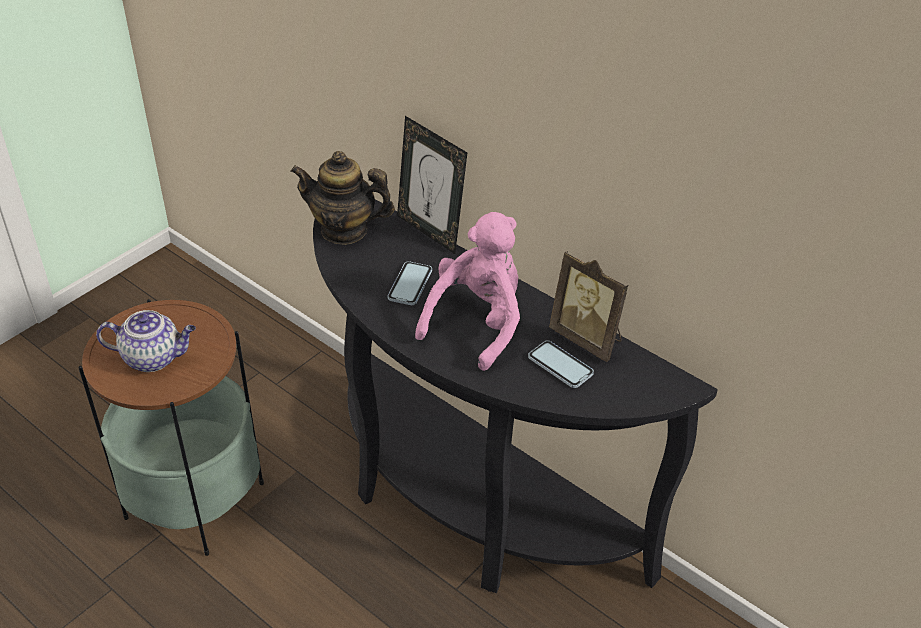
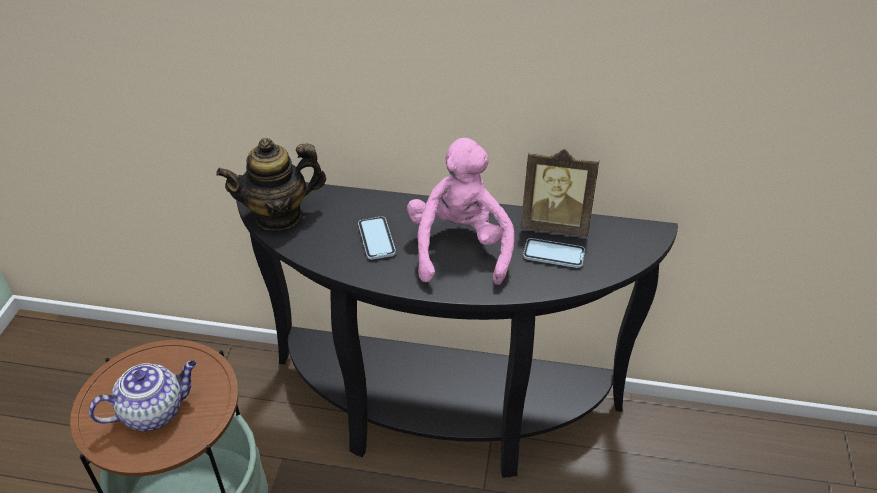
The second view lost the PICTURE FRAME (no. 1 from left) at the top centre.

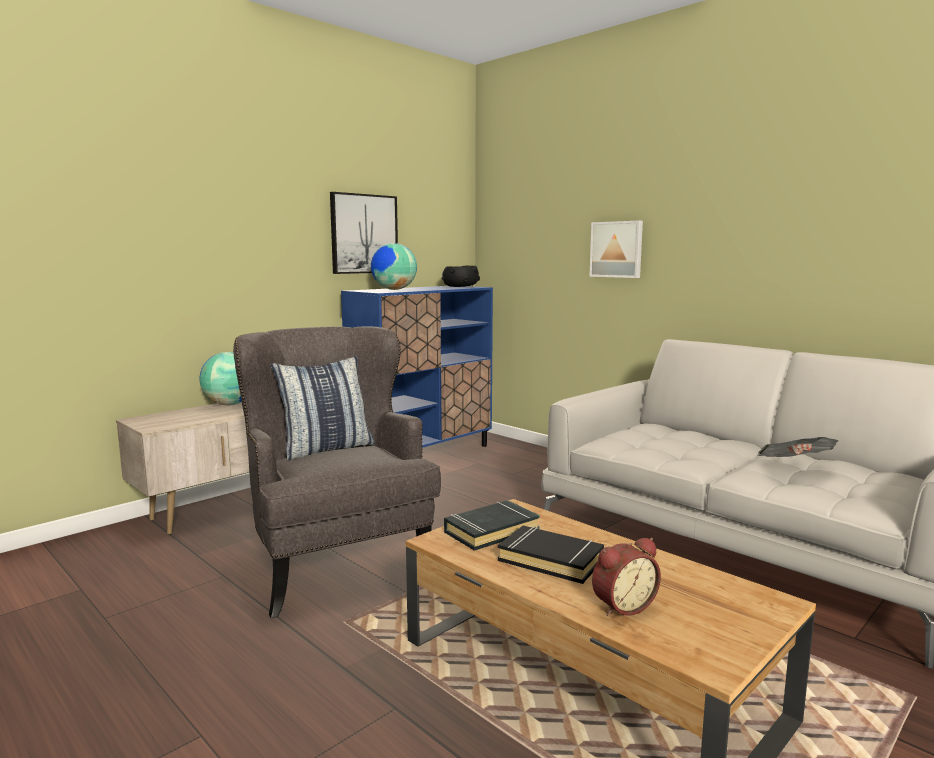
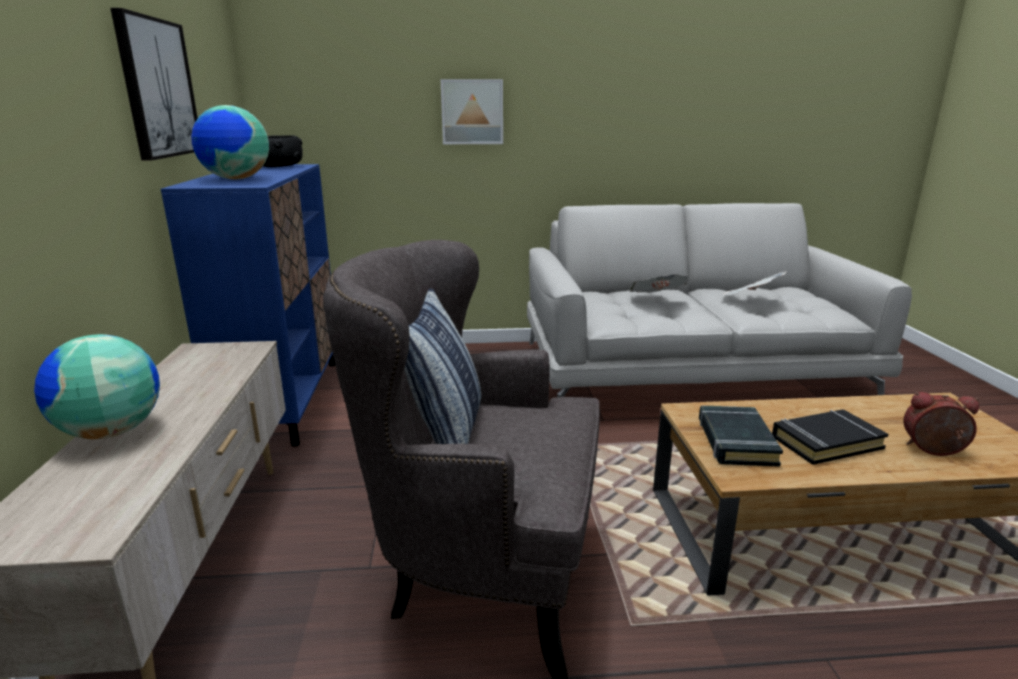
The second view gained the PRINTED PAPER (no. 1 from left) at the centre. The ALARM CLOCK at the bottom right ended up facing another way, 90 degrees counterclockwise from before.

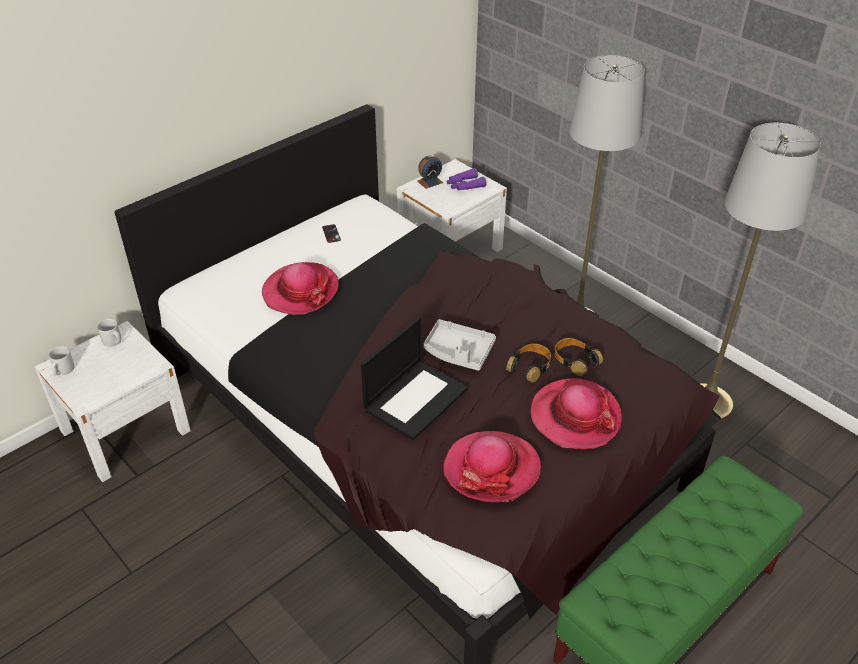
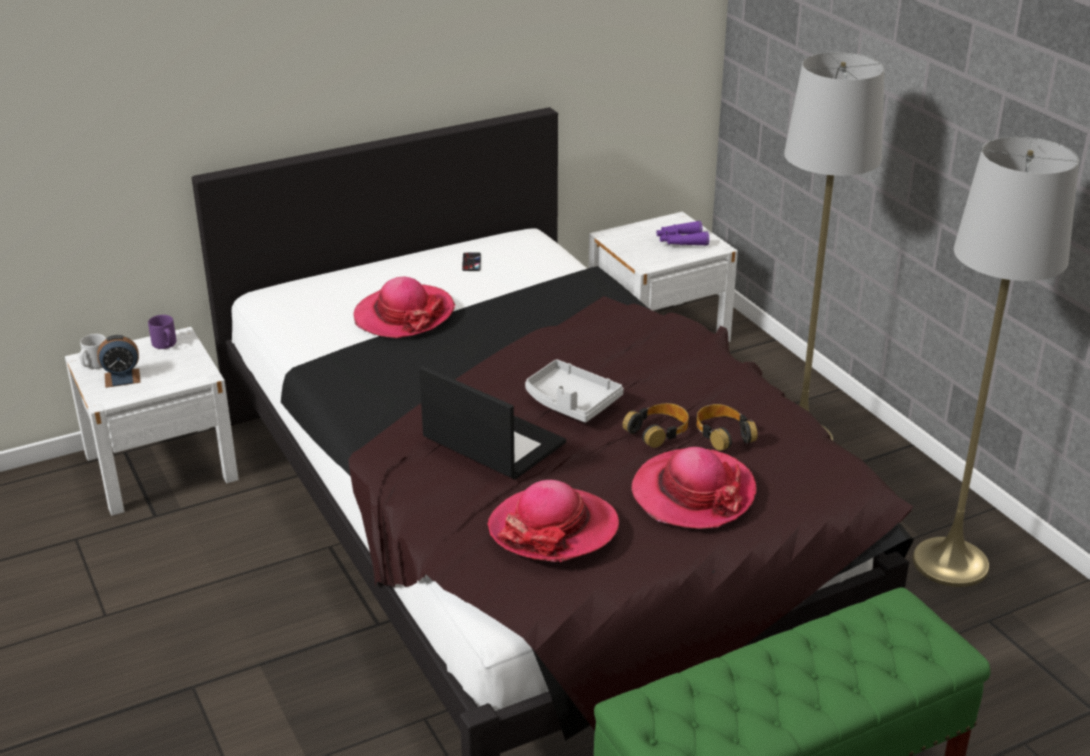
The ALARM CLOCK ended up elsewhere, having gone from the top centre to the middle left. What was the GREYISH MUG (no. 2 from left) at the middle left turned into the PURPLE-COLOURED MUG at the middle left. The LAPTOP at the centre ended up facing another way, 105 degrees counterclockwise from before.

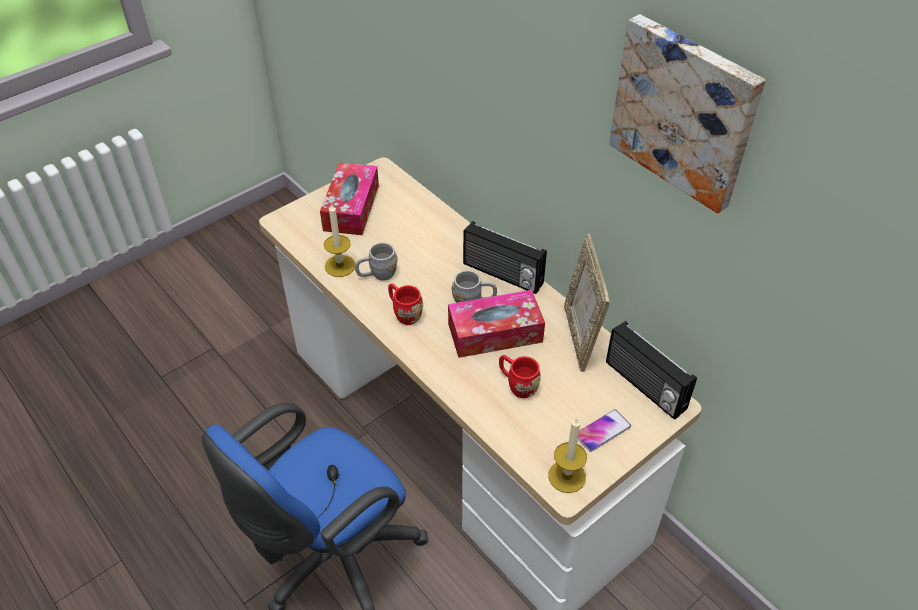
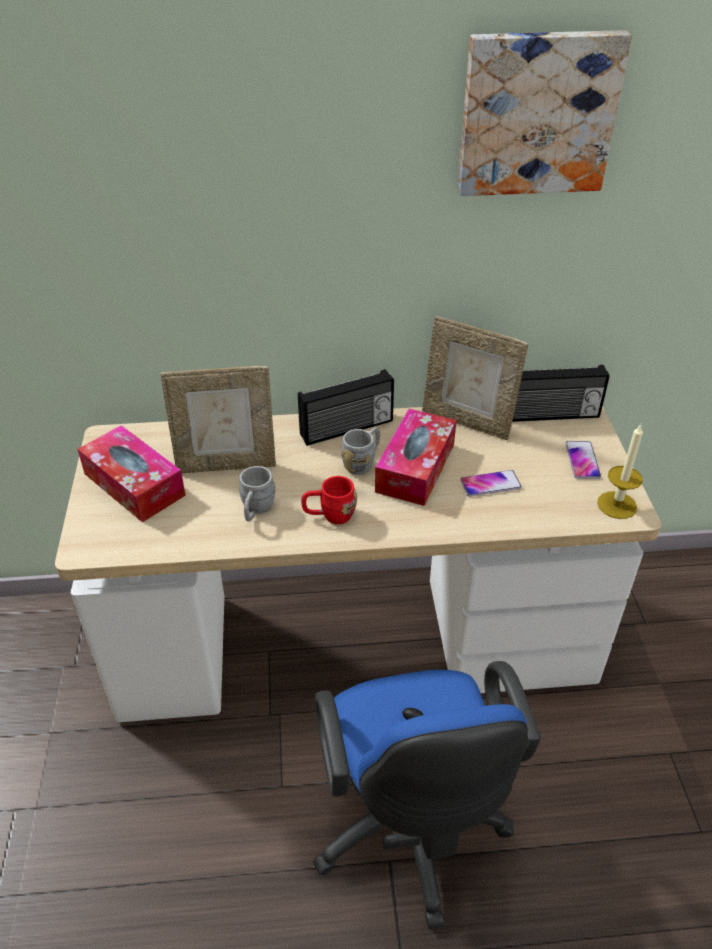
The second view gained the PICTURE FRAME (no. 1 from left) at the middle left. Where the RED MUG (no. 2 from left) stood at the centre, the PHONE (no. 1 from left) came to stand at the middle right. The second view lost the WAX CANDLE (no. 1 from left) at the centre.

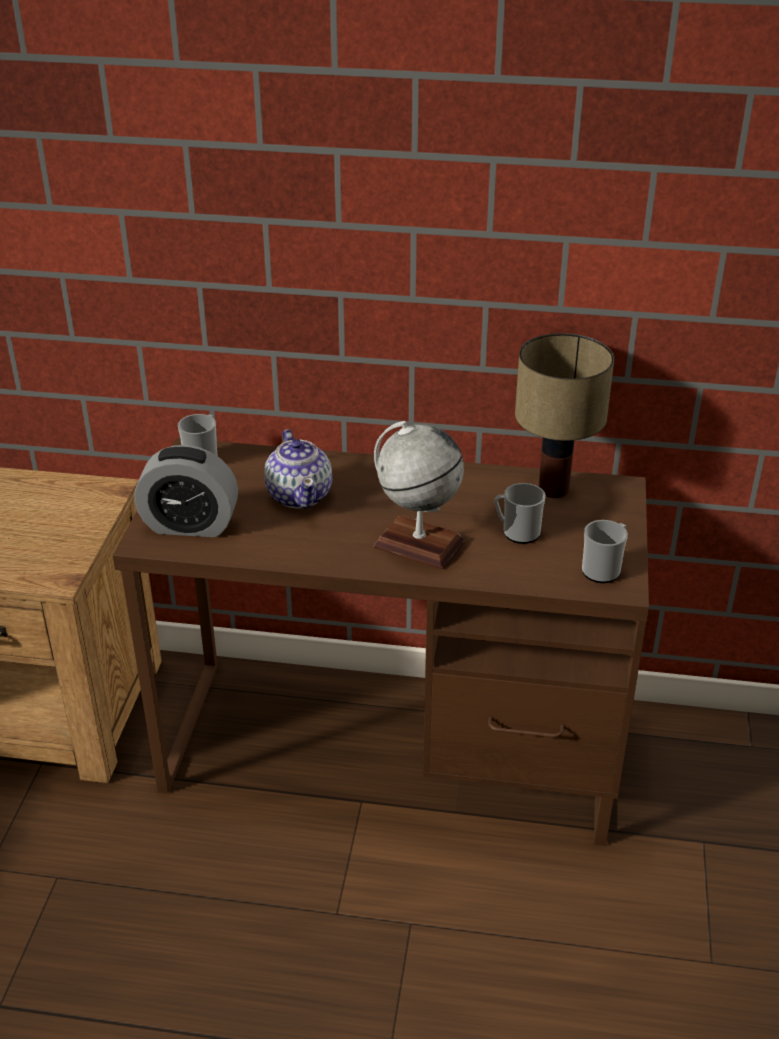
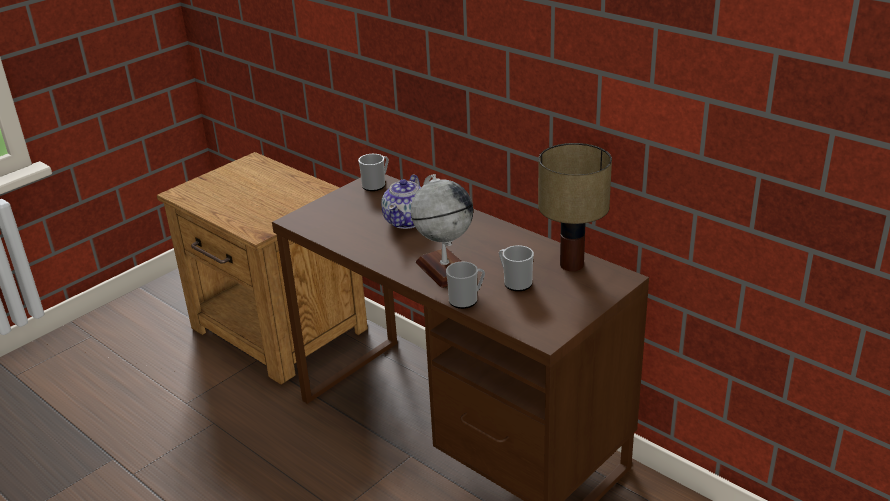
The MUG (no. 3 from left in the first image) ended up elsewhere, having gone from the middle right to the centre. The second view lost the ALARM CLOCK at the middle left.

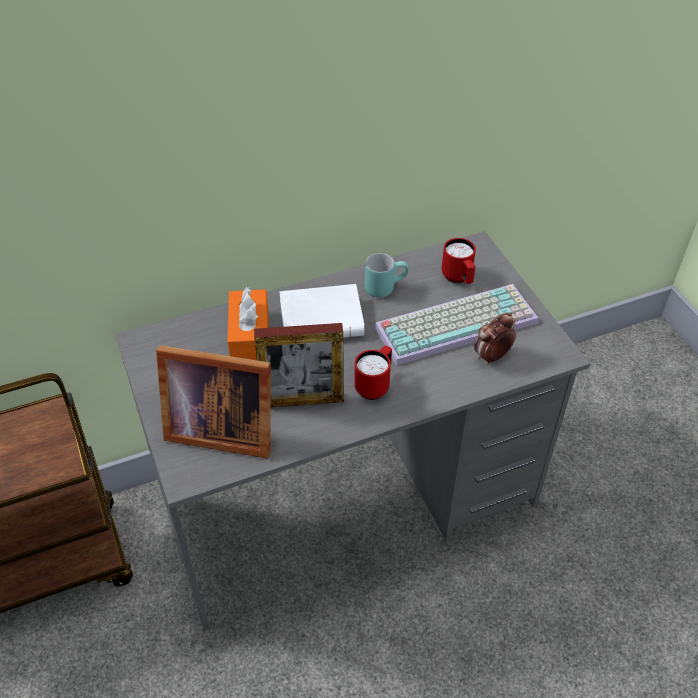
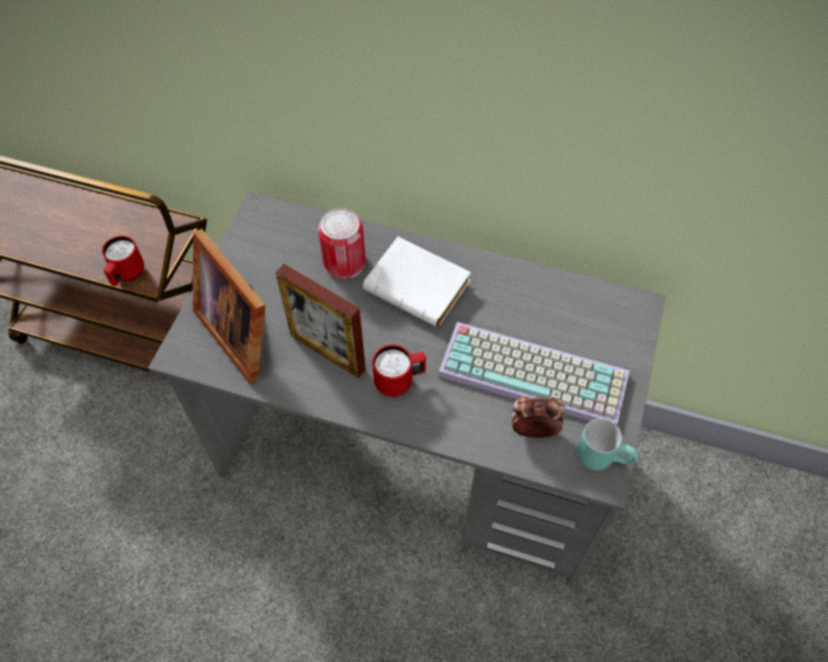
The RED MUG (no. 2 from left in the first image) ended up elsewhere, having gone from the centre to the middle left. Where the ORANGEY TISSUE HOLDER stood at the centre, the CAN came to stand at the centre. The BLUE-GREEN MUG ended up elsewhere, having gone from the centre to the bottom right.

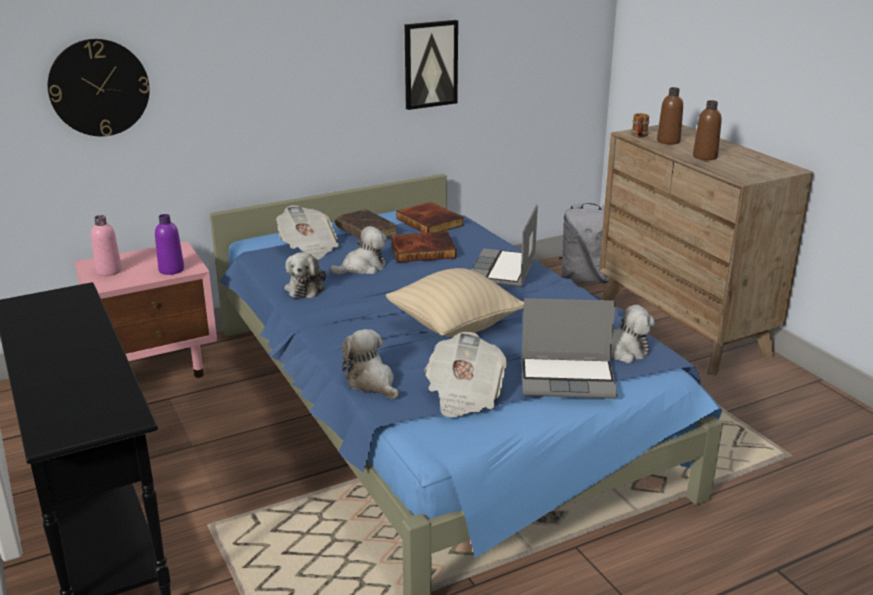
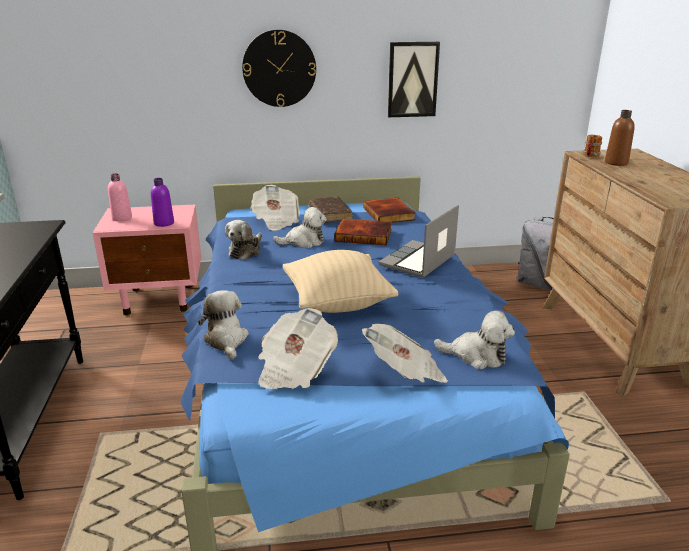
The HANGING CLOCK ended up elsewhere, having gone from the top left to the top centre. Where the LAPTOP (no. 2 from left) stood at the centre, the PRINTED PAPER (no. 3 from left) came to stand at the centre. The second view lost the BROWN-COLOURED DRINK BOTTLE (no. 2 from left) at the top right.

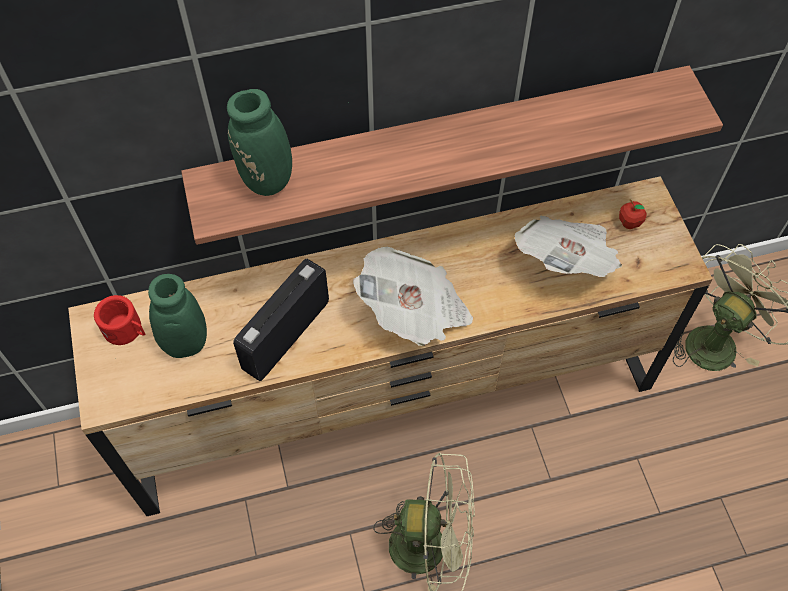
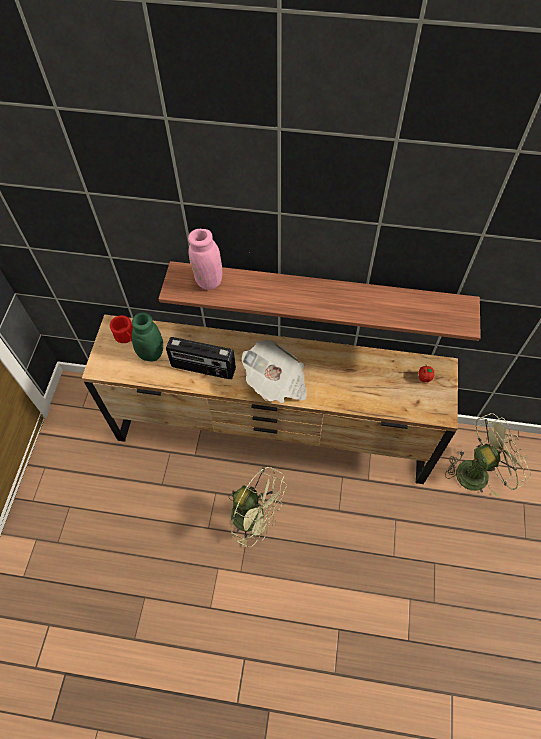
The RADIO RECEIVER at the centre ended up facing another way, 135 degrees counterclockwise from before. What was the GREENISH DECORATIVE VASE (no. 2 from left) at the top centre turned into the PINK-COLOURED DECORATIVE VASE at the centre. The second view lost the PRINTED PAPER (no. 2 from left) at the middle right.

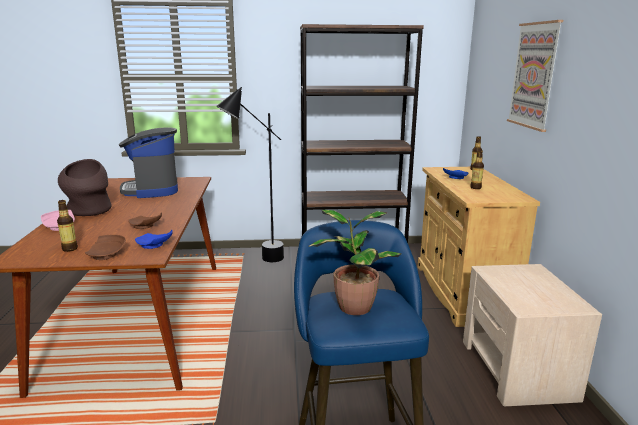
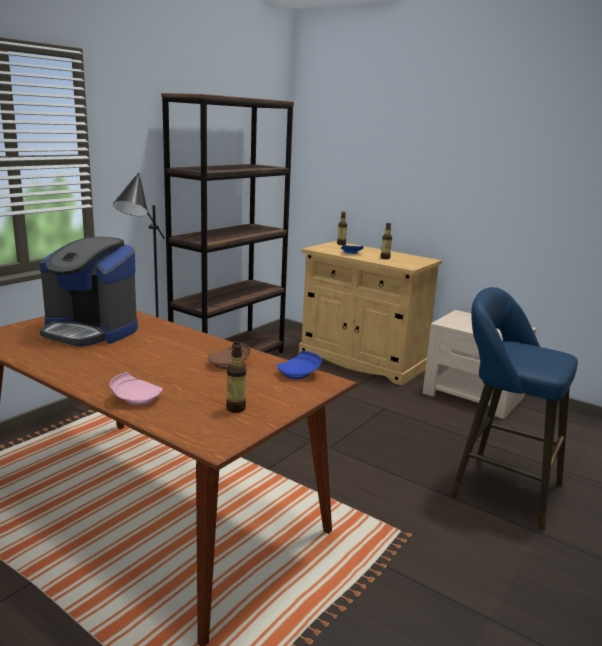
The second view lost the BROWN-COLOURED DECORATIVE VASE at the middle left. The second view lost the BROWN-COLOURED FLAT DISH (no. 1 from left) at the middle left. The second view lost the POTTED PLANT at the centre. The second view lost the WALL PICTURE at the top right.

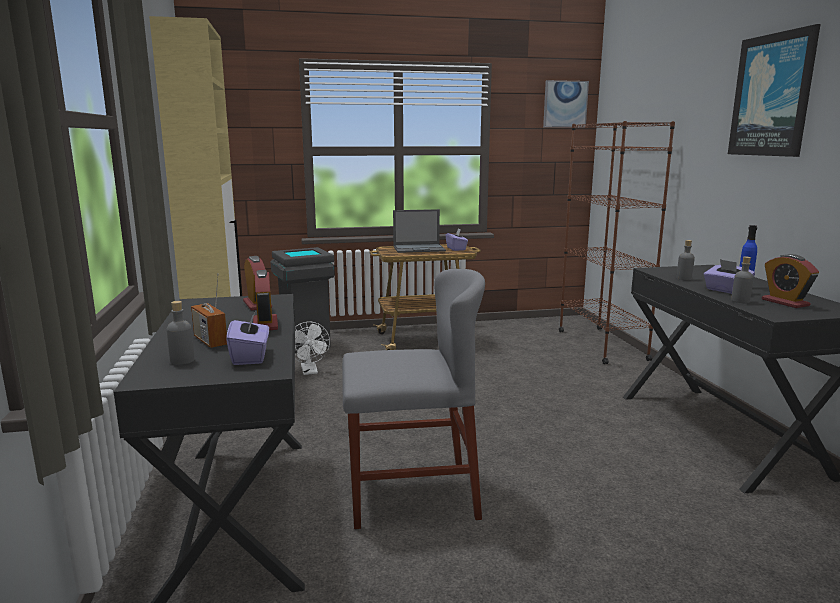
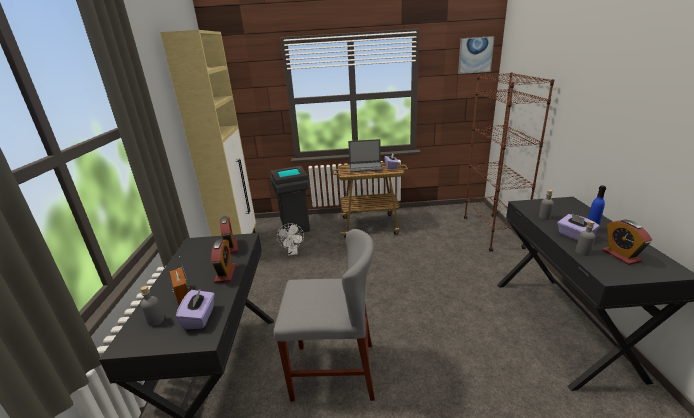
The second view lost the WALL PICTURE (no. 2 from left) at the top right.

